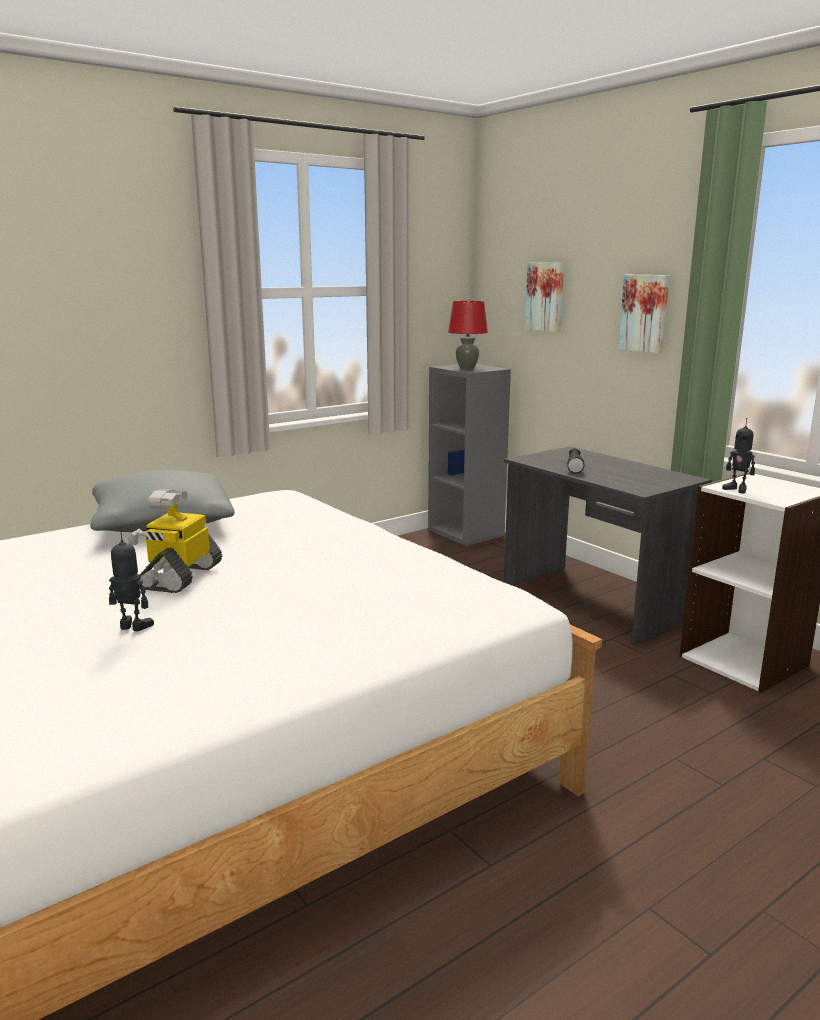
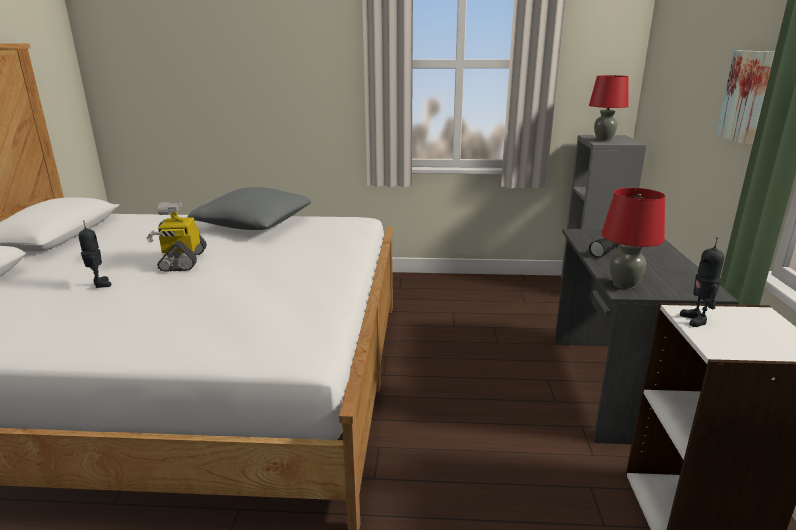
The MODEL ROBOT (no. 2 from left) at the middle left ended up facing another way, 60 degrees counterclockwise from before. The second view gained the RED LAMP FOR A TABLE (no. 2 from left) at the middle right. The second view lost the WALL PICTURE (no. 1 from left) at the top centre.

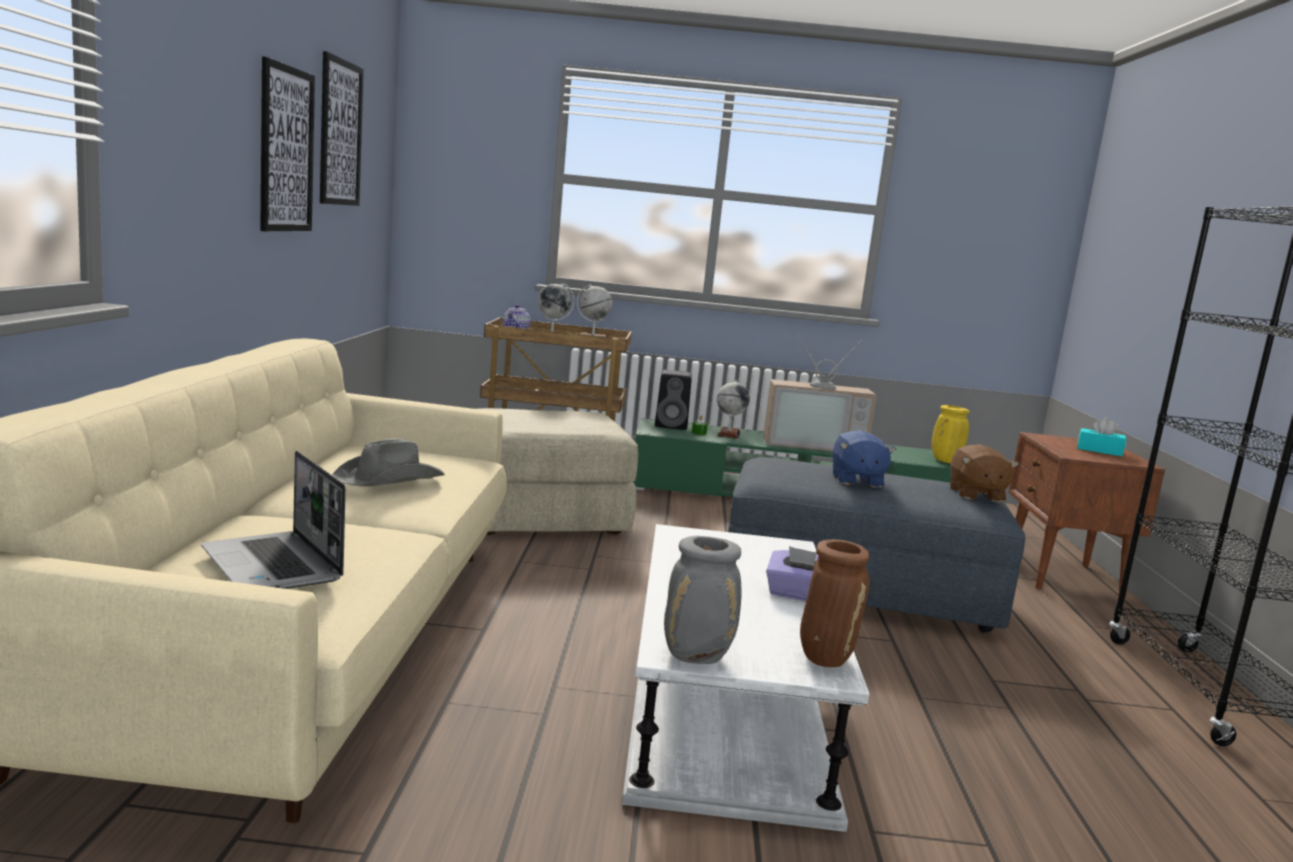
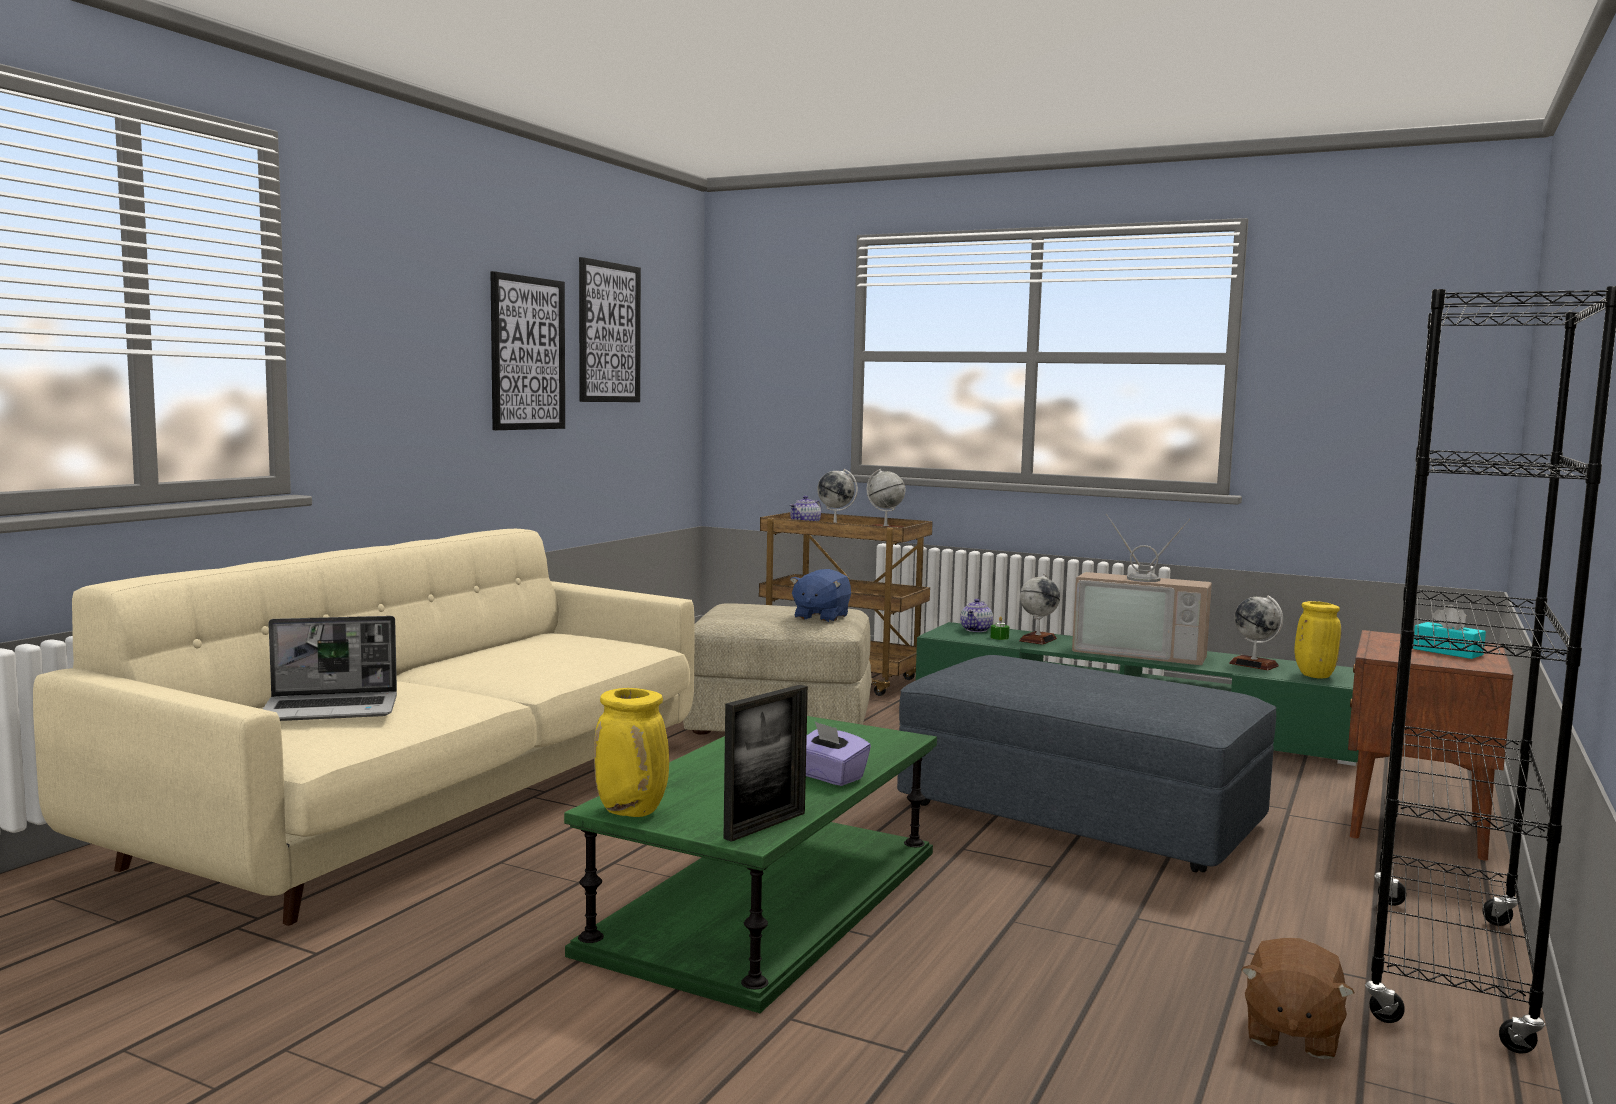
The LAPTOP at the middle left ended up facing another way, 90 degrees counterclockwise from before. What was the WHITE COFFEE TABLE at the bottom centre turned into the GREENISH COFFEE TABLE at the bottom centre. What was the GREYISH DECORATIVE VASE at the bottom centre turned into the YELLOWISH DECORATIVE VASE (no. 1 from left) at the bottom centre. Where the BROWN-COLOURED DECORATIVE VASE stood at the bottom centre, the PICTURE FRAME came to stand at the bottom centre. The BLUE SOFT TOY ended up elsewhere, having gone from the middle right to the centre. Where the BLACK AUDIO SPEAKER stood at the centre, the POT FOR TEA (no. 2 from left) came to stand at the centre. The second view gained the DESK GLOBE (no. 4 from left) at the middle right. The BROWN-COLOURED SOFT TOY ended up elsewhere, having gone from the middle right to the bottom right. The second view lost the GREYISH WEARABLE HAT at the middle left.

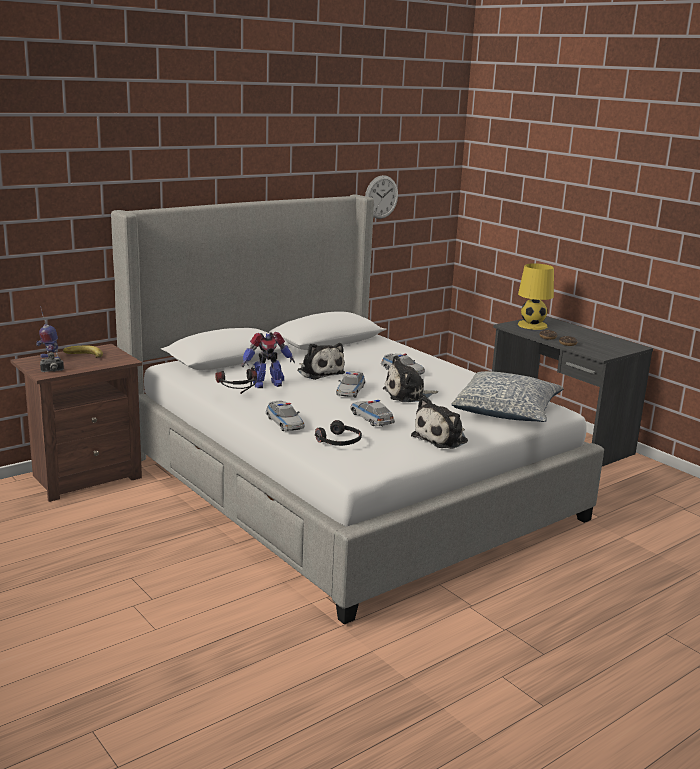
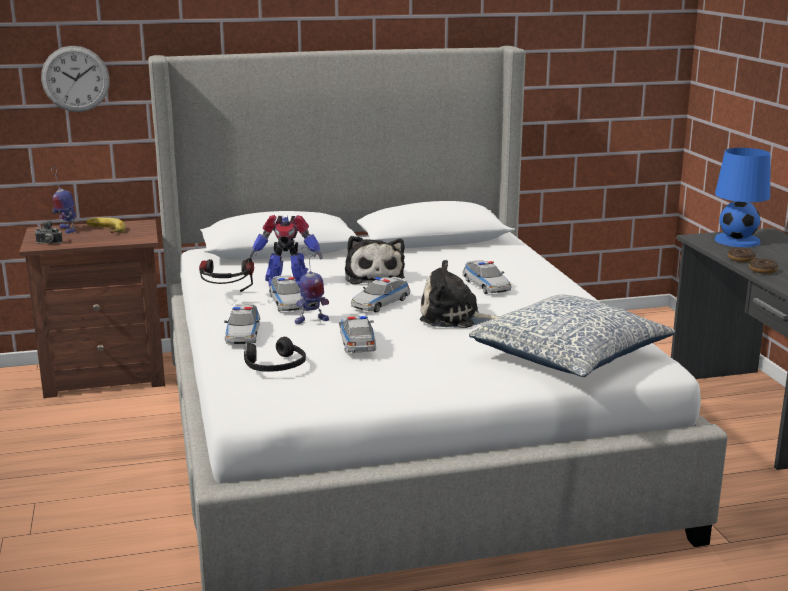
The HANGING CLOCK ended up elsewhere, having gone from the top centre to the top left. The second view gained the MODEL CAR (no. 2 from left) at the centre. The second view gained the MODEL ROBOT (no. 3 from left) at the centre. What was the YELLOWISH LAMP FOR A TABLE at the middle right turned into the BLUE LAMP FOR A TABLE at the middle right. The second view lost the SOFT TOY (no. 3 from left) at the centre.

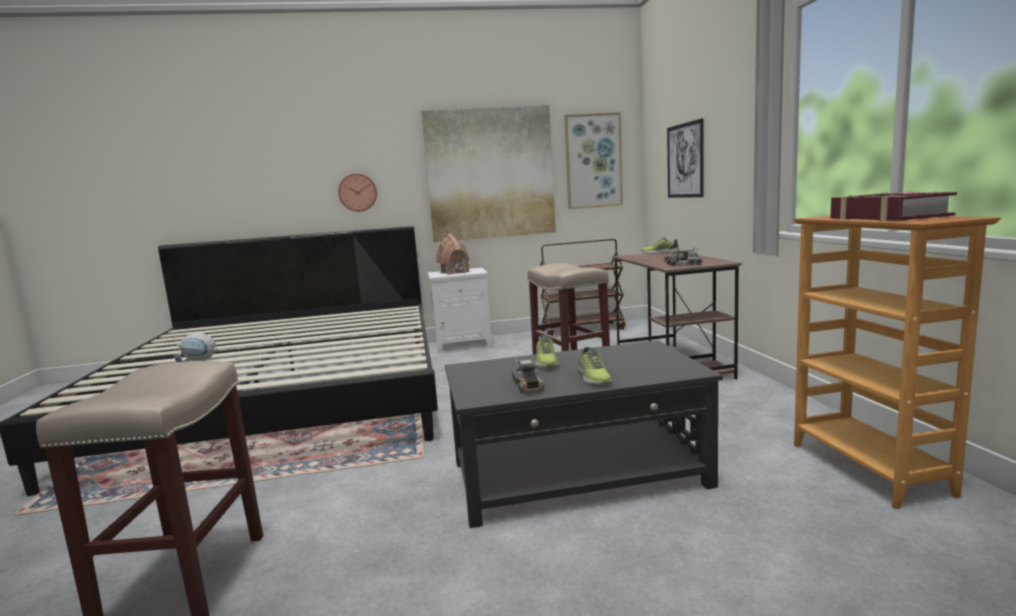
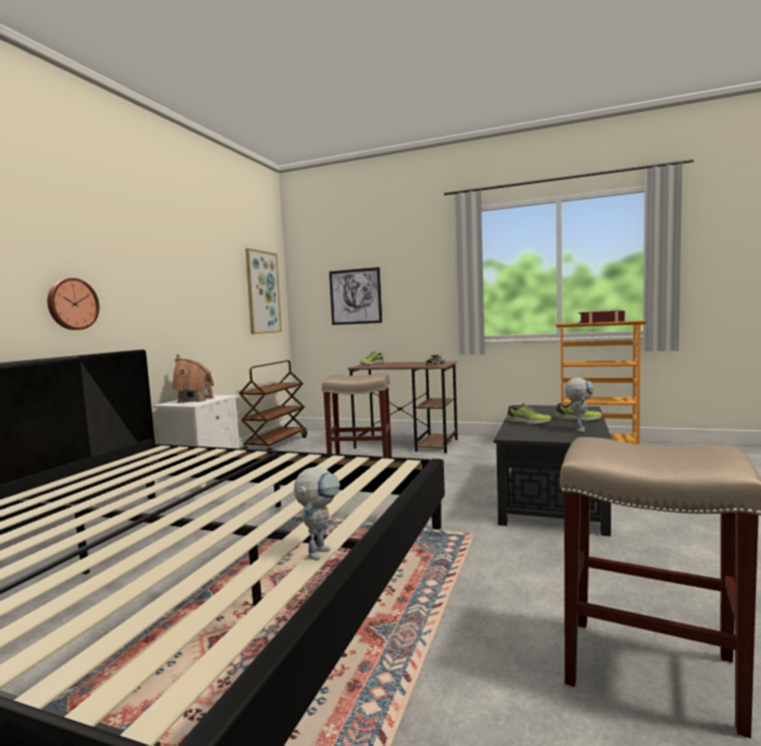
Where the TOY TRUCK (no. 1 from left) stood at the centre, the MODEL ROBOT (no. 2 from left) came to stand at the middle right. The second view lost the WALL PICTURE (no. 1 from left) at the top centre.

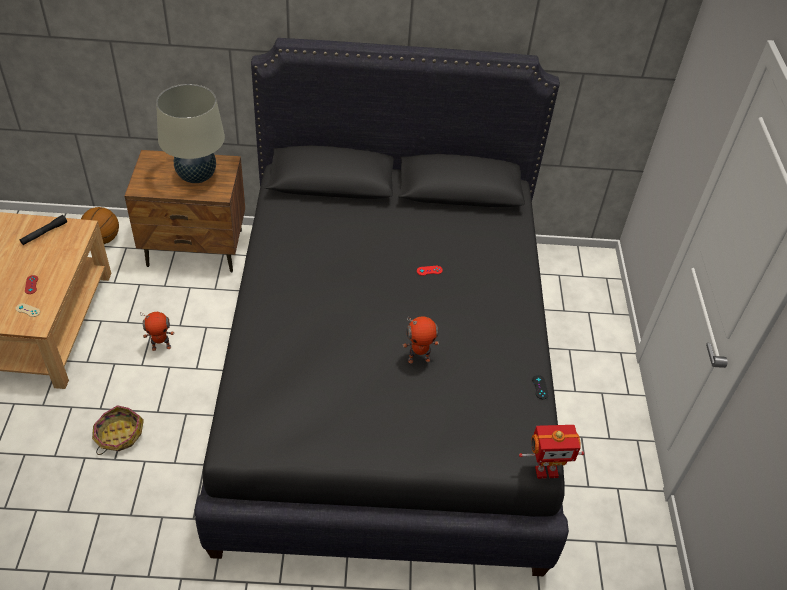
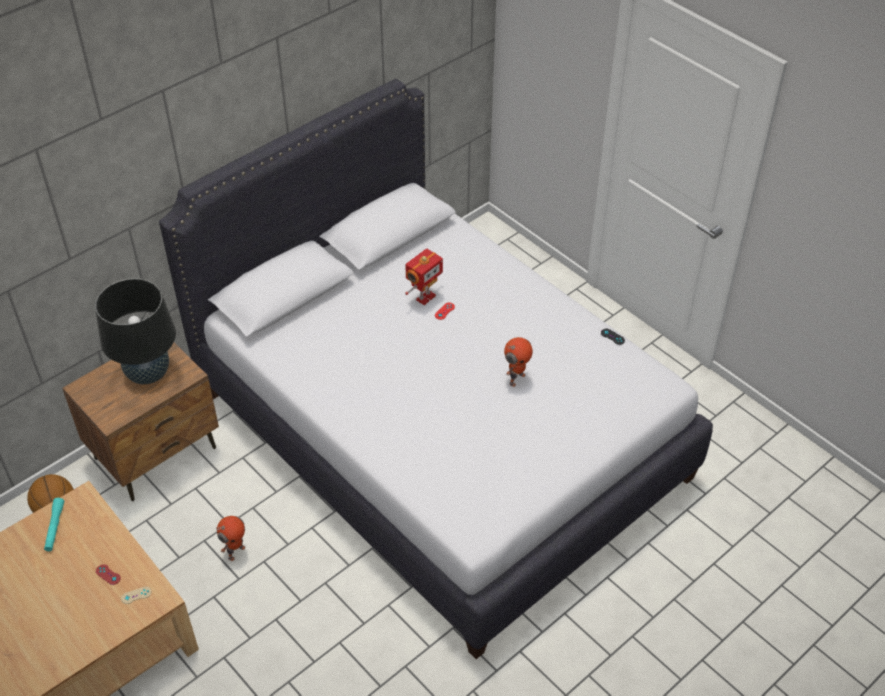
What was the BLACK FLASHLIGHT at the middle left turned into the BLUE-GREEN FLASHLIGHT at the bottom left. What was the BEIGE LAMP FOR A TABLE at the top left turned into the BLACK LAMP FOR A TABLE at the middle left. What was the BLACK BEDROOM BED at the centre turned into the WHITE BEDROOM BED at the centre. The MODEL ROBOT (no. 3 from left in the first image) ended up elsewhere, having gone from the bottom right to the centre. The second view lost the BASKET at the bottom left.

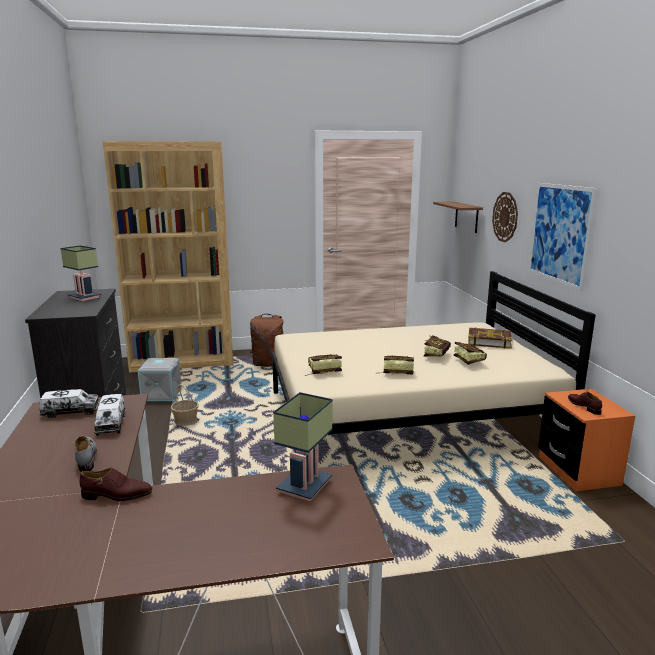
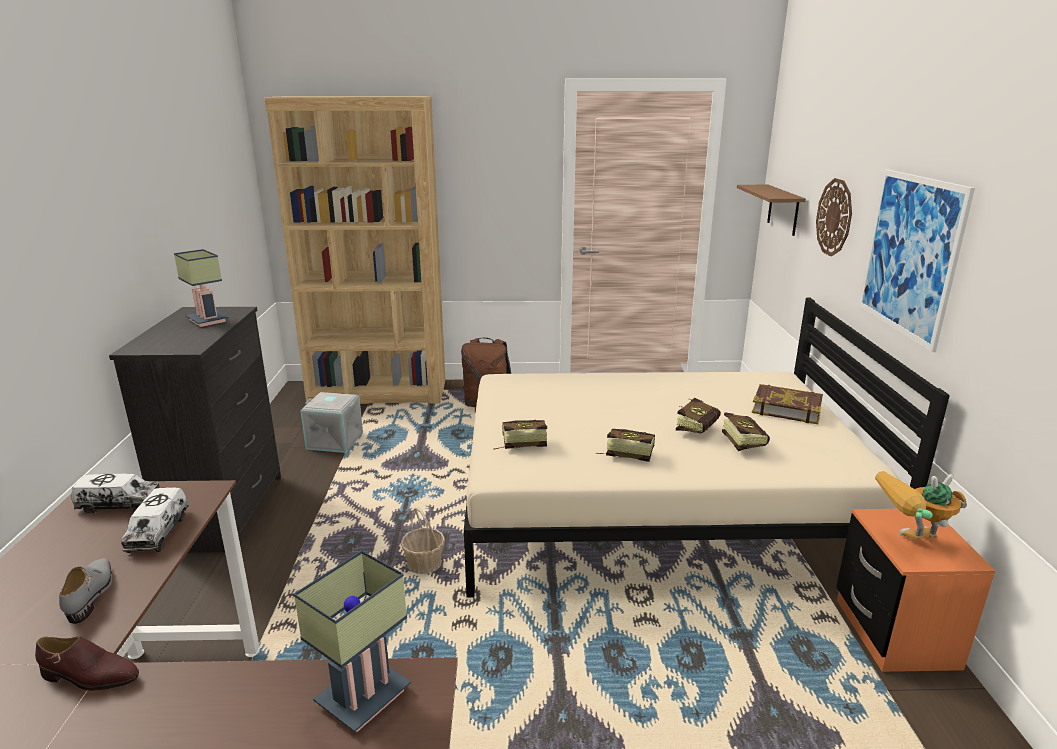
The BASKET ended up elsewhere, having gone from the middle left to the bottom centre. Where the BROWN-COLOURED SHOE (no. 2 from left) stood at the middle right, the MODEL ROBOT came to stand at the bottom right.

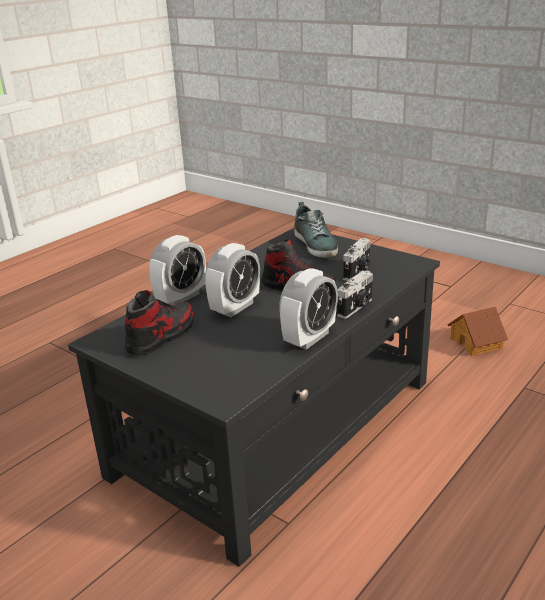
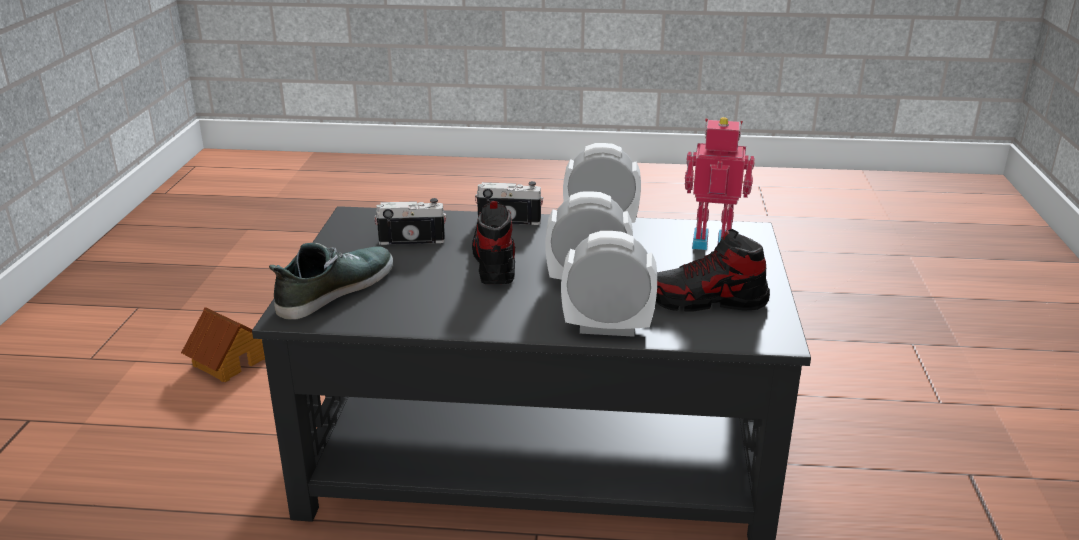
The second view gained the MODEL ROBOT at the middle right.

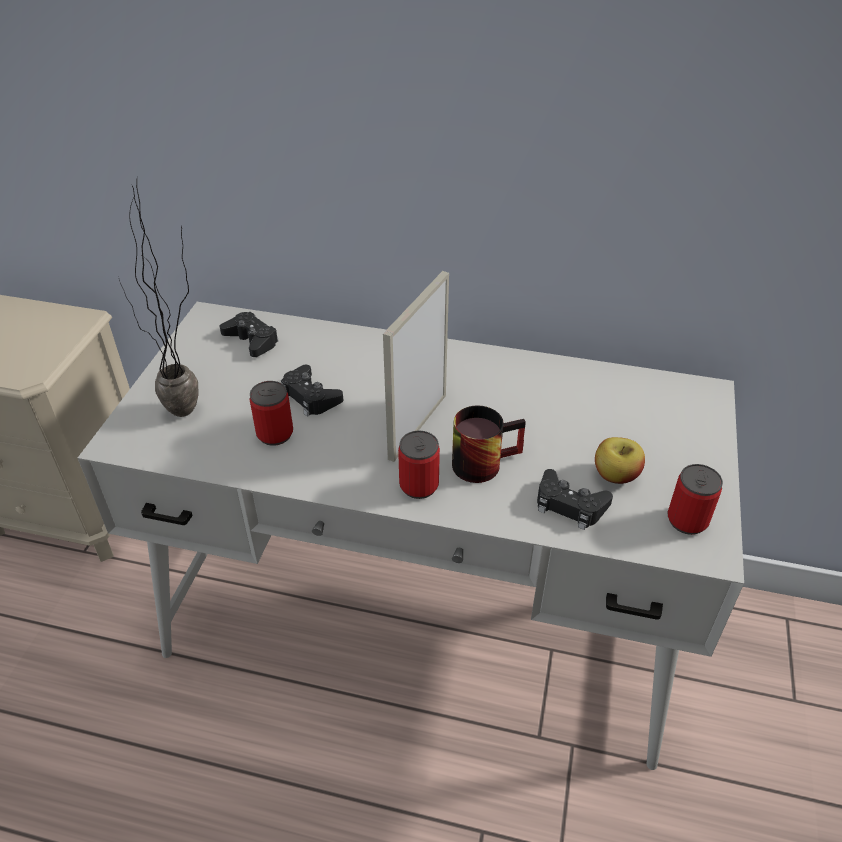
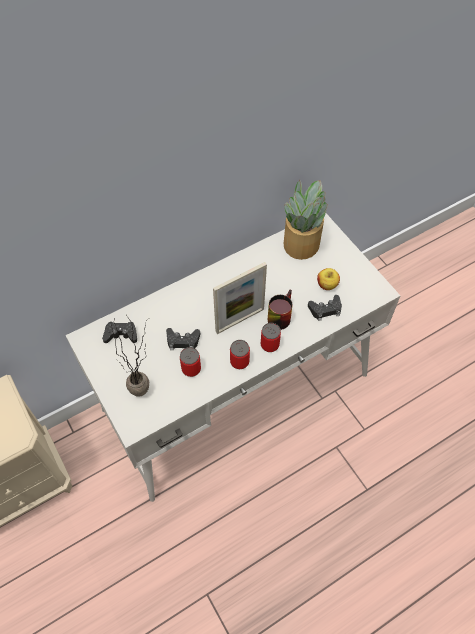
The PICTURE FRAME at the centre ended up facing another way, 105 degrees counterclockwise from before. The CAN (no. 3 from left in the first image) ended up elsewhere, having gone from the middle right to the centre. The second view gained the POTTED PLANT (no. 2 from left) at the centre.

